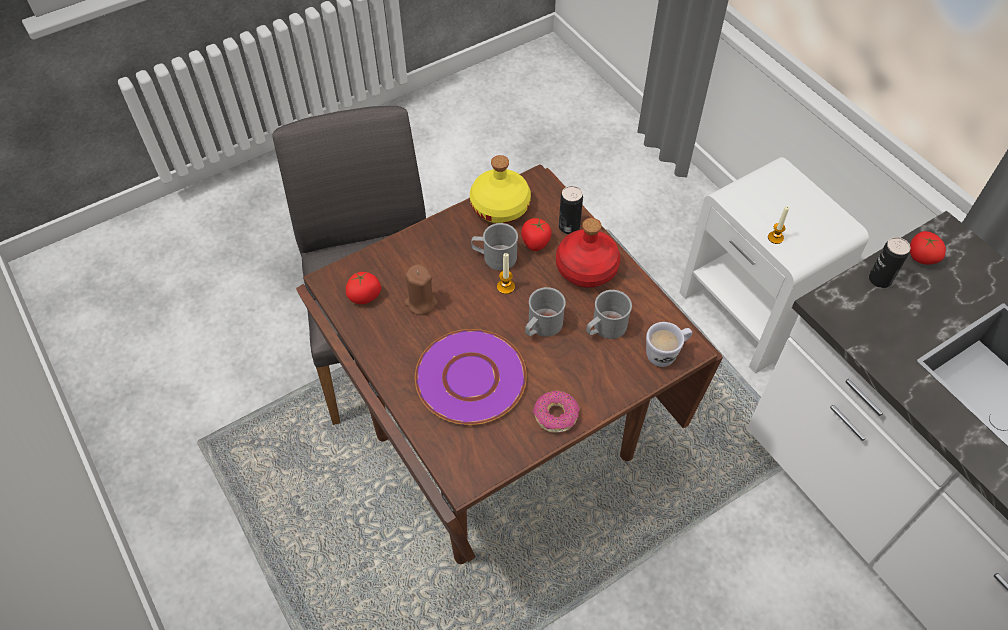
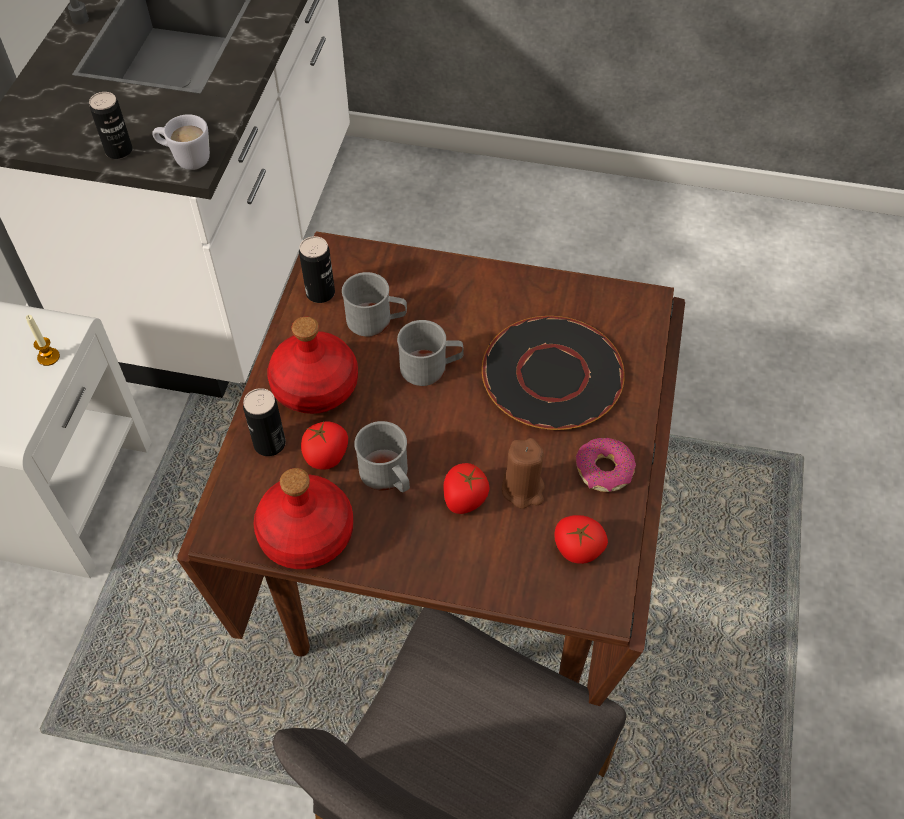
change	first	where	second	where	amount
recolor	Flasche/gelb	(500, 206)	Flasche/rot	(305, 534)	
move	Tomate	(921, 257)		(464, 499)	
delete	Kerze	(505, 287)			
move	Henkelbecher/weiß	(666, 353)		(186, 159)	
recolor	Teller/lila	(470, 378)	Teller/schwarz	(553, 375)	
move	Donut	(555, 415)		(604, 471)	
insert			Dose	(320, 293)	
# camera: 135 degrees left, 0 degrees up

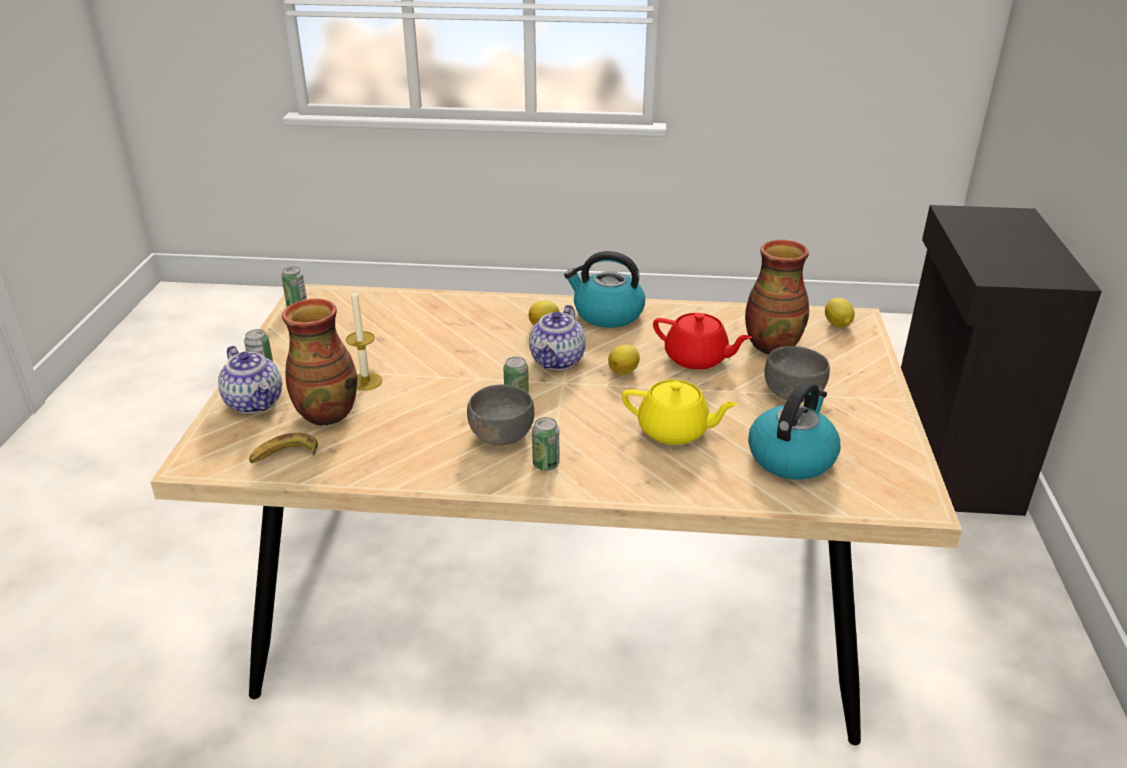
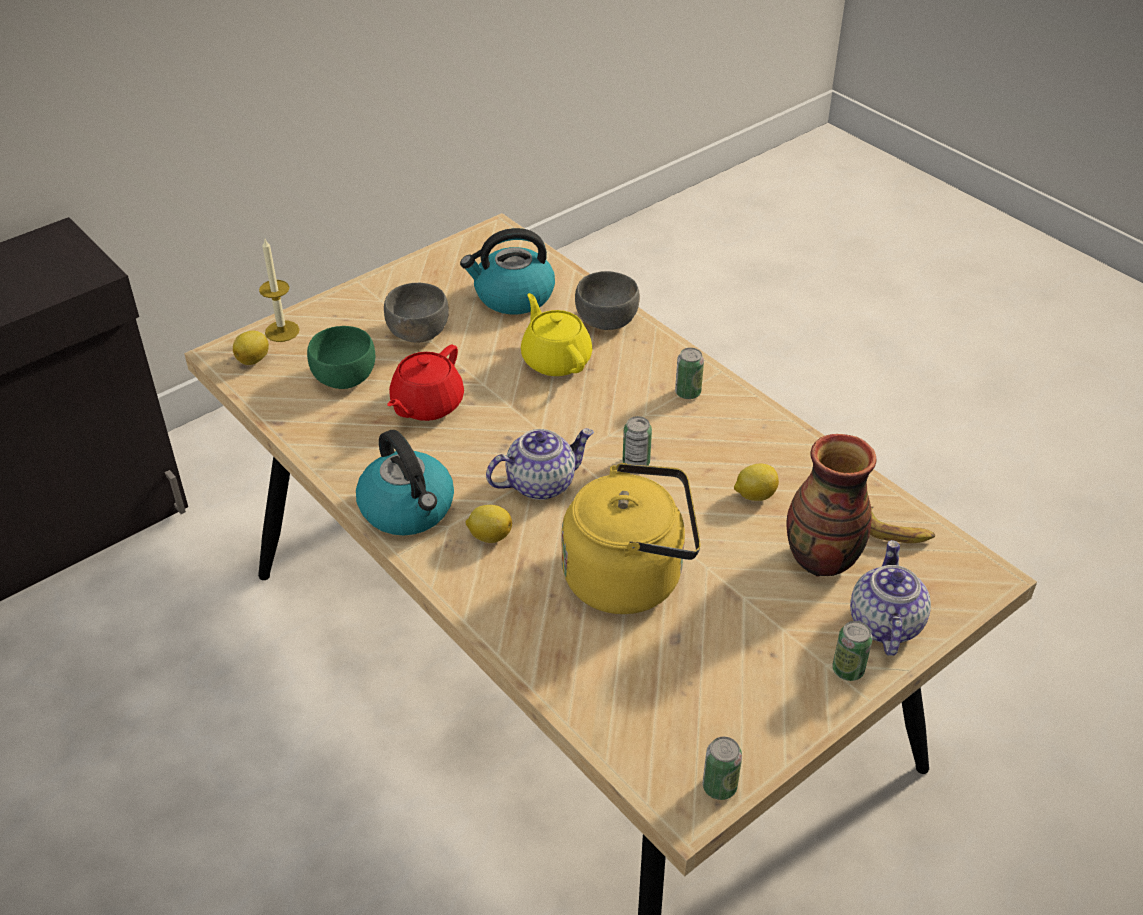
change	first	where	second	where	amount
replace	Vase	(771, 345)	Schüssel/grün	(344, 377)	
move	Kerze	(365, 381)		(282, 331)	
rotate	Teekanne/rot	(697, 359)		(426, 405)	135 degrees counterclockwise
move	Zitrone	(624, 371)		(754, 495)	
move	Schüssel/grau	(501, 435)		(607, 320)	
insert			Wasserkessel/gelb	(630, 577)	
# camera: 135 degrees left, 10 degrees up

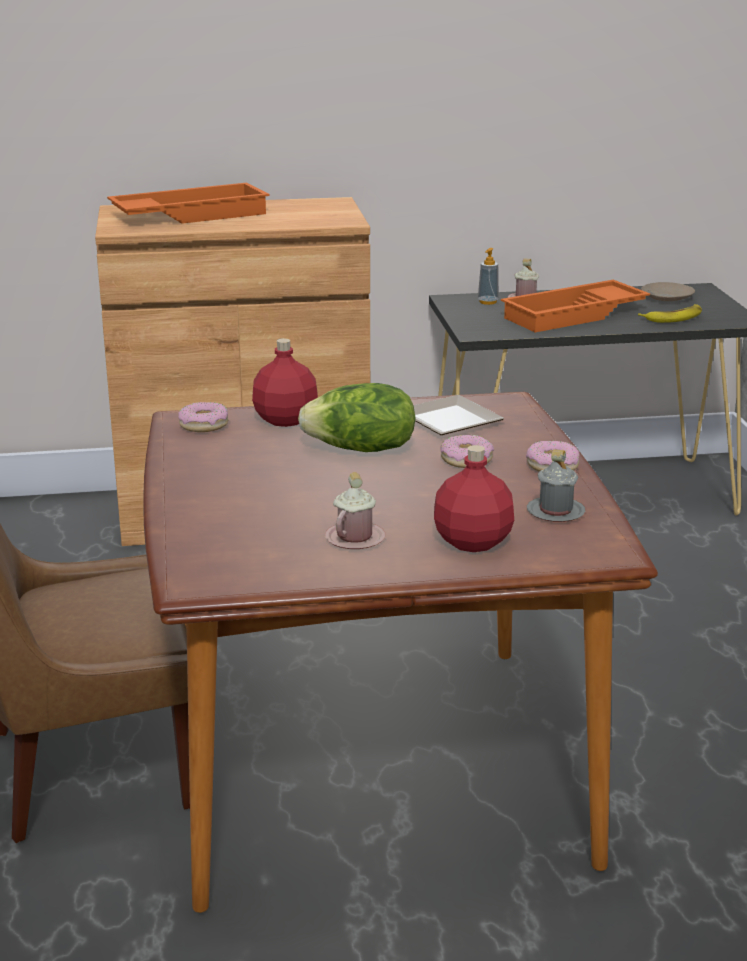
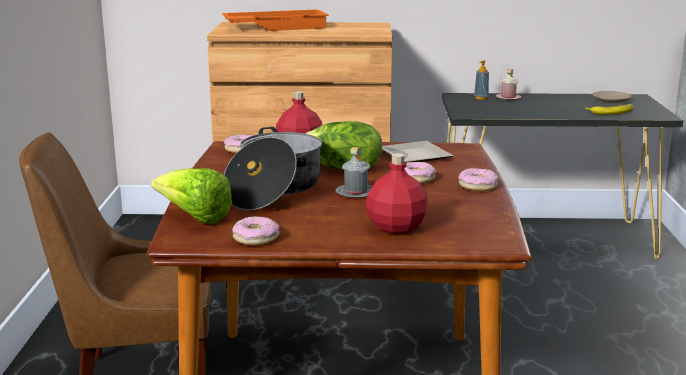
change	first	where	second	where	amount
delete	Tablett/orange	(574, 315)			
move	Henkelbecher/grau	(555, 512)		(356, 193)	
delete	Henkelbecher/rosa	(355, 538)			
insert			Kochtopf	(274, 190)	
insert			Salatkopf	(195, 218)	
insert			Donut	(256, 238)	
# camera: 10 degrees right, 5 degrees down

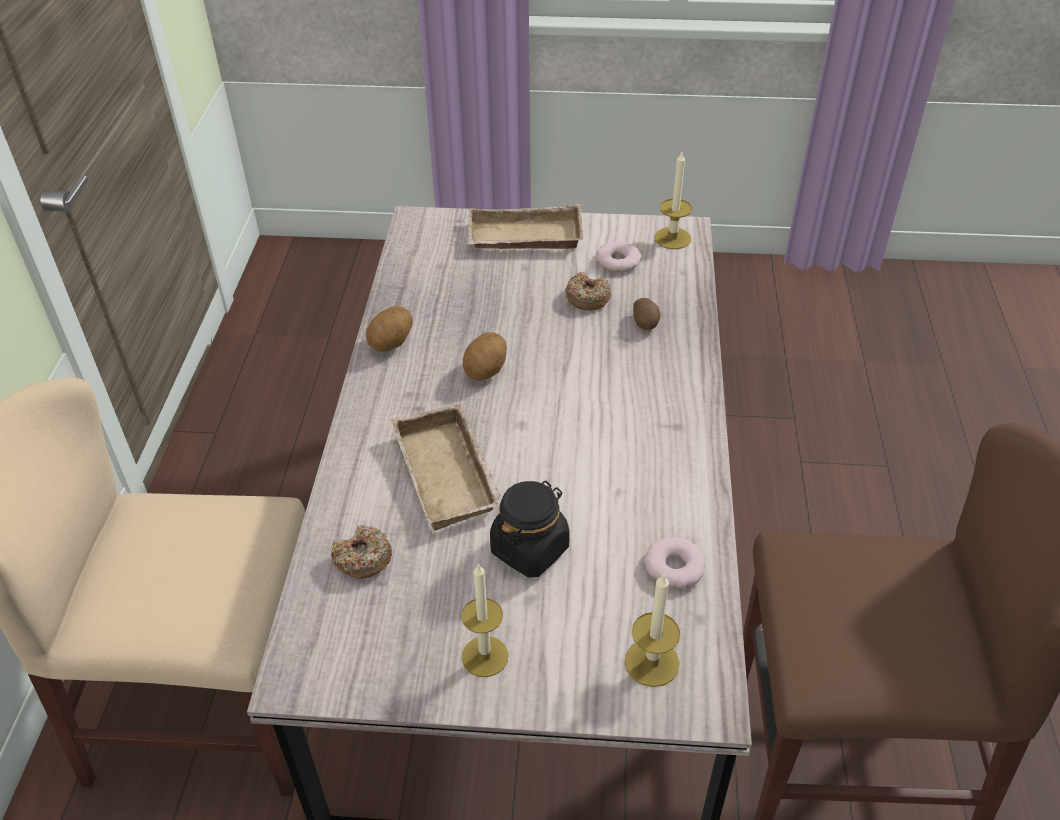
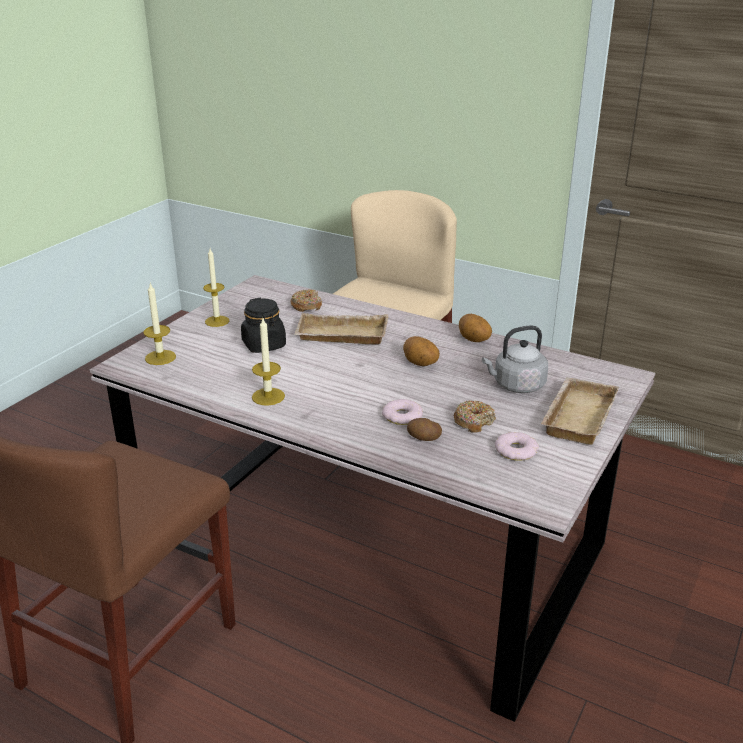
change	first	where	second	where	amount
move	Kerze	(672, 238)		(268, 396)	
move	Donut	(674, 567)		(402, 416)	
insert			Wasserkessel/grau	(516, 385)	
# camera: 115 degrees right, 15 degrees down

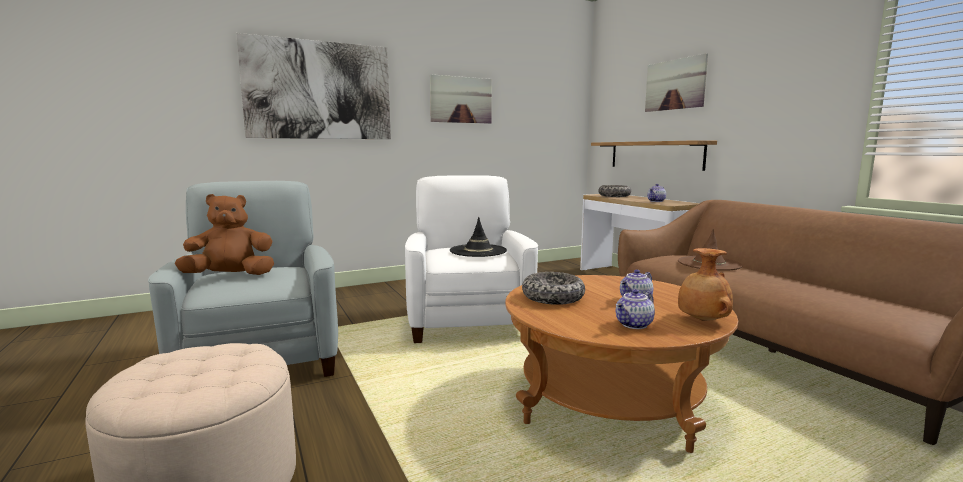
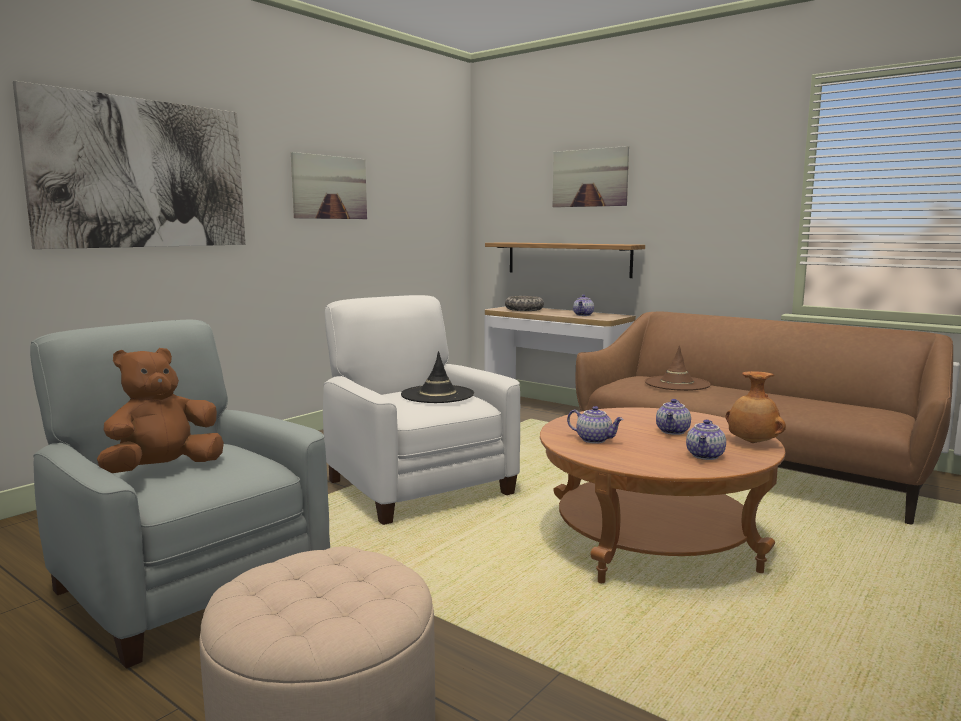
change	first	where	second	where	amount
replace	Schüssel	(553, 297)	Teekanne	(594, 440)	
# camera: 25 degrees left, 0 degrees up

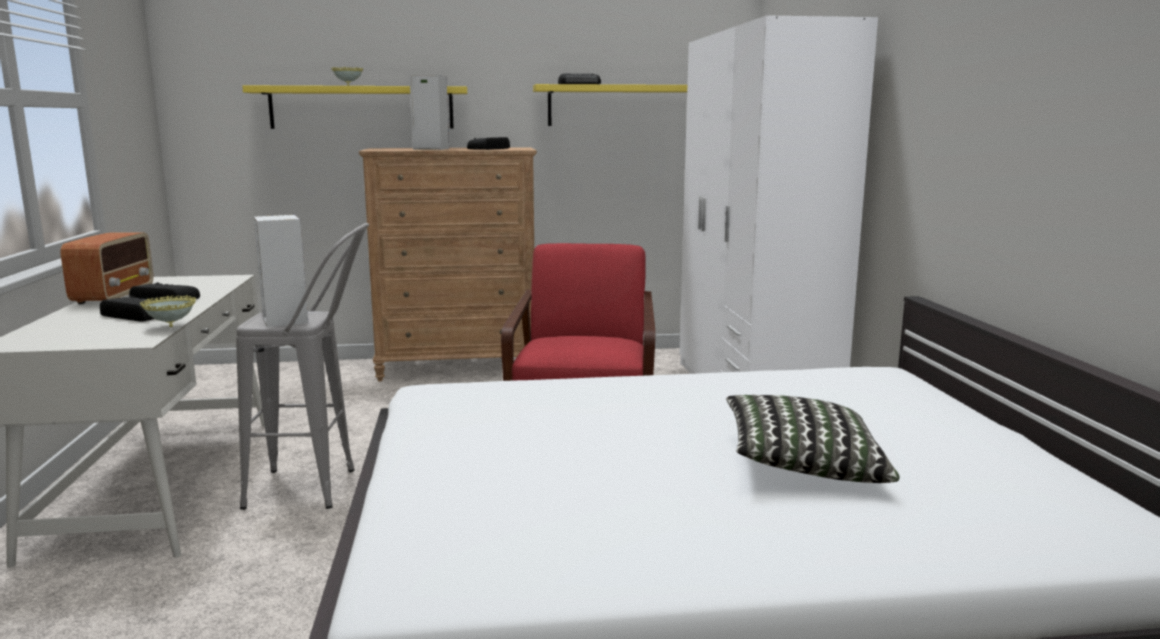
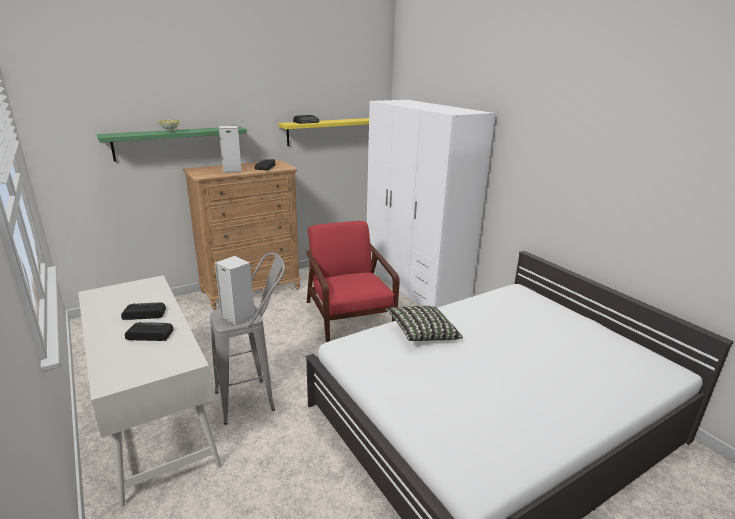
change	first	where	second	where	amount
recolor	Wandregal/gelb	(362, 108)	Wandregal/grün	(175, 143)	
delete	Radio	(114, 295)			
delete	Schüssel	(171, 327)			
move	Kissen	(802, 465)		(422, 334)	
# camera: 25 degrees left, 10 degrees up

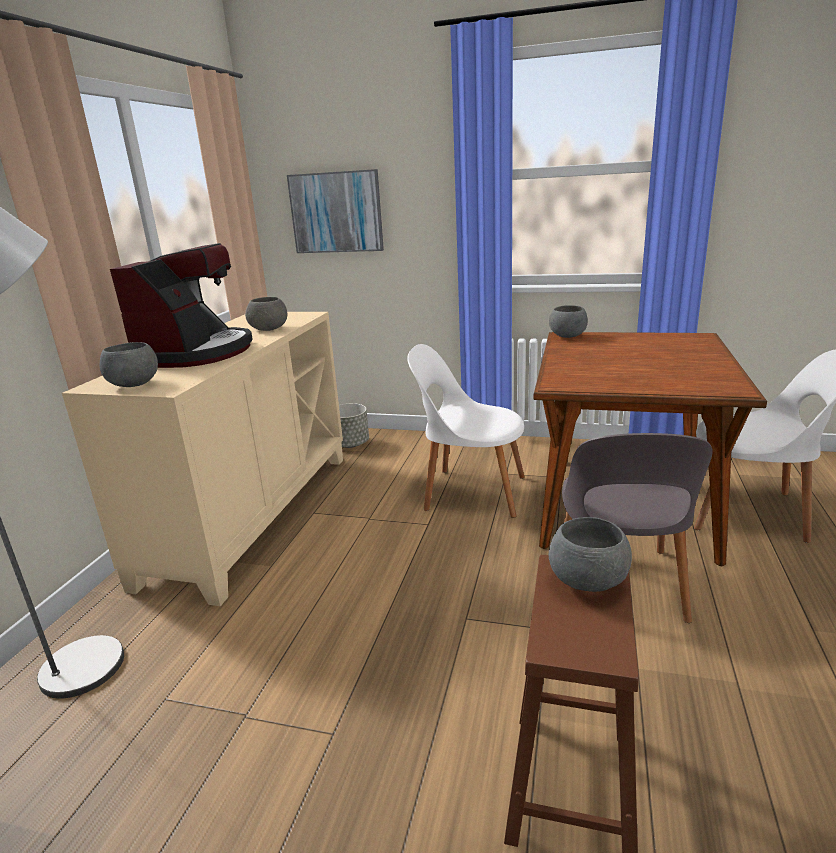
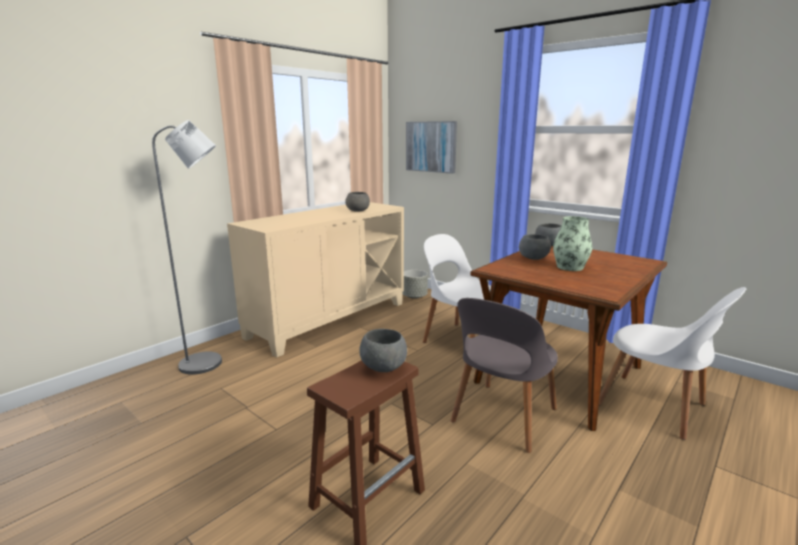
change	first	where	second	where	amount
delete	Kaffeemaschine	(196, 353)			
move	Schüssel/grau	(134, 385)		(533, 259)	
insert			Vase	(570, 267)	
# camera: 25 degrees right, 5 degrees down

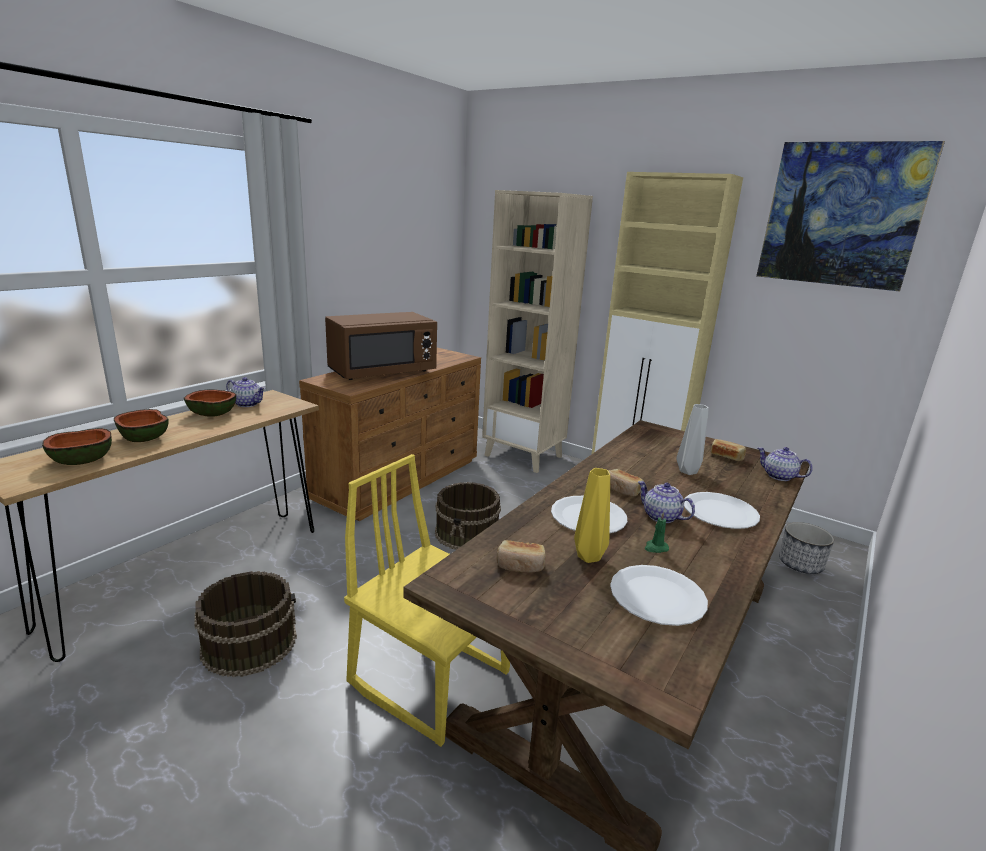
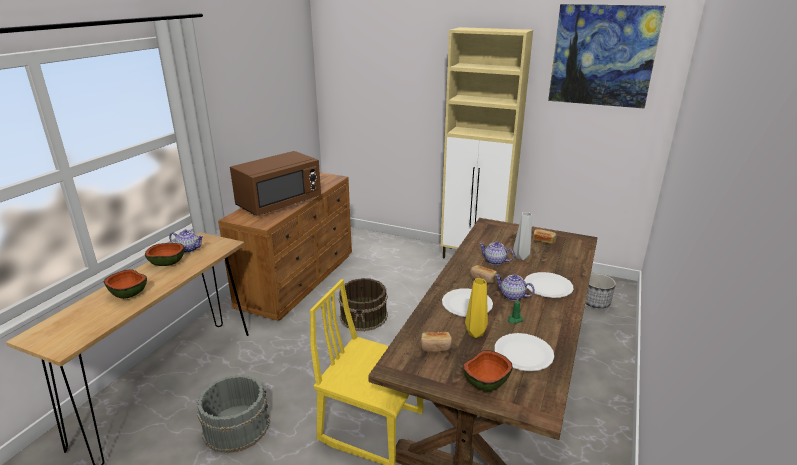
change	first	where	second	where	amount
delete	Bücherregal/beige	(524, 456)			
move	Schüssel	(83, 460)		(486, 381)	
move	Teekanne	(778, 476)		(494, 261)	
recolor	Eimer/braun	(249, 642)	Eimer/grau	(236, 426)	
# camera: 10 degrees left, 5 degrees up

